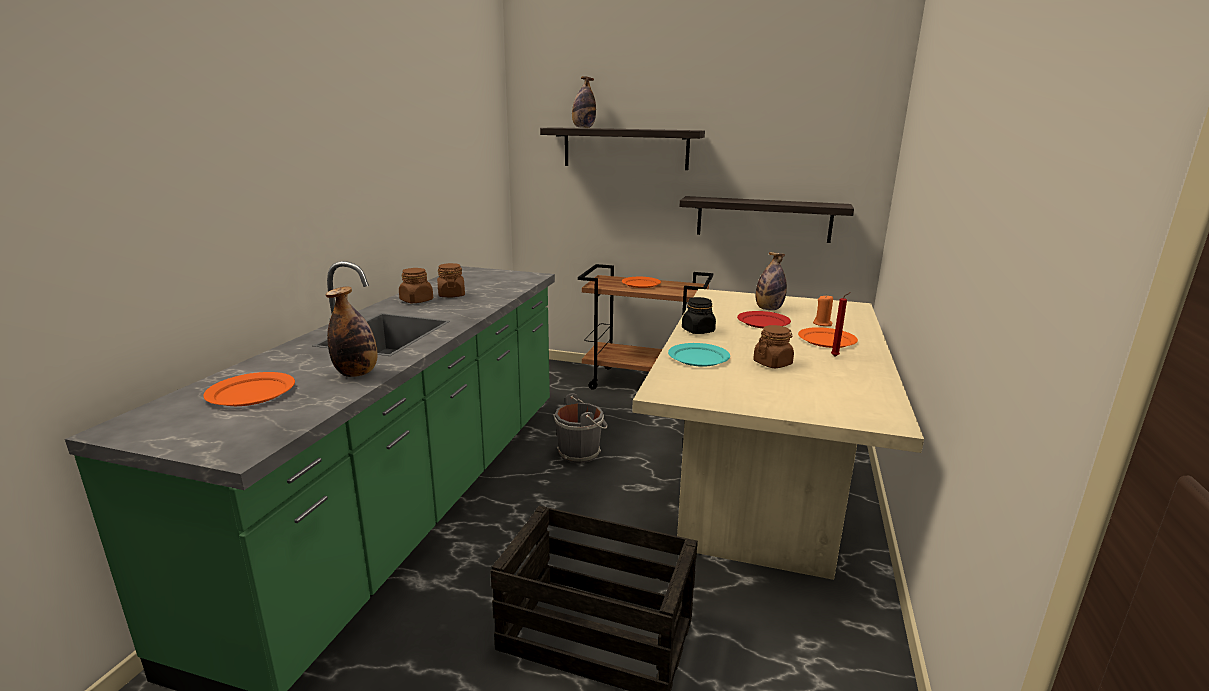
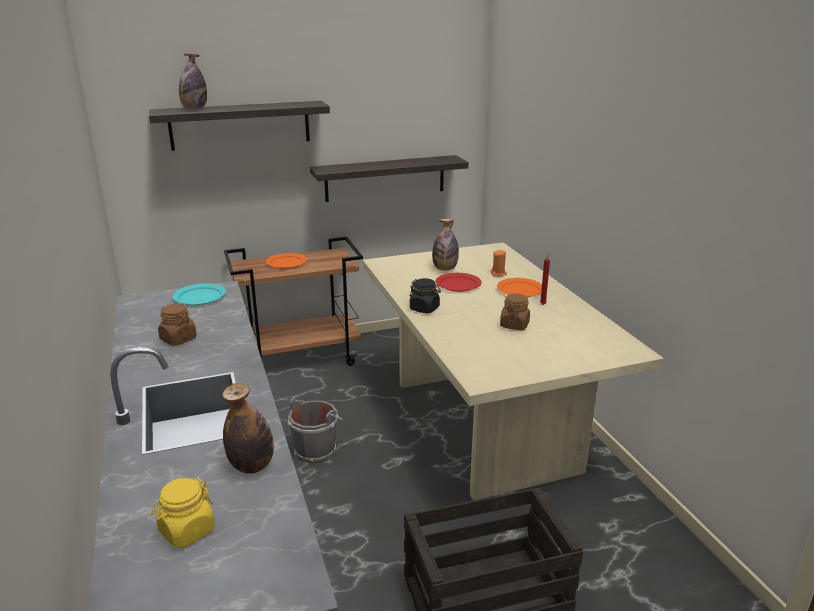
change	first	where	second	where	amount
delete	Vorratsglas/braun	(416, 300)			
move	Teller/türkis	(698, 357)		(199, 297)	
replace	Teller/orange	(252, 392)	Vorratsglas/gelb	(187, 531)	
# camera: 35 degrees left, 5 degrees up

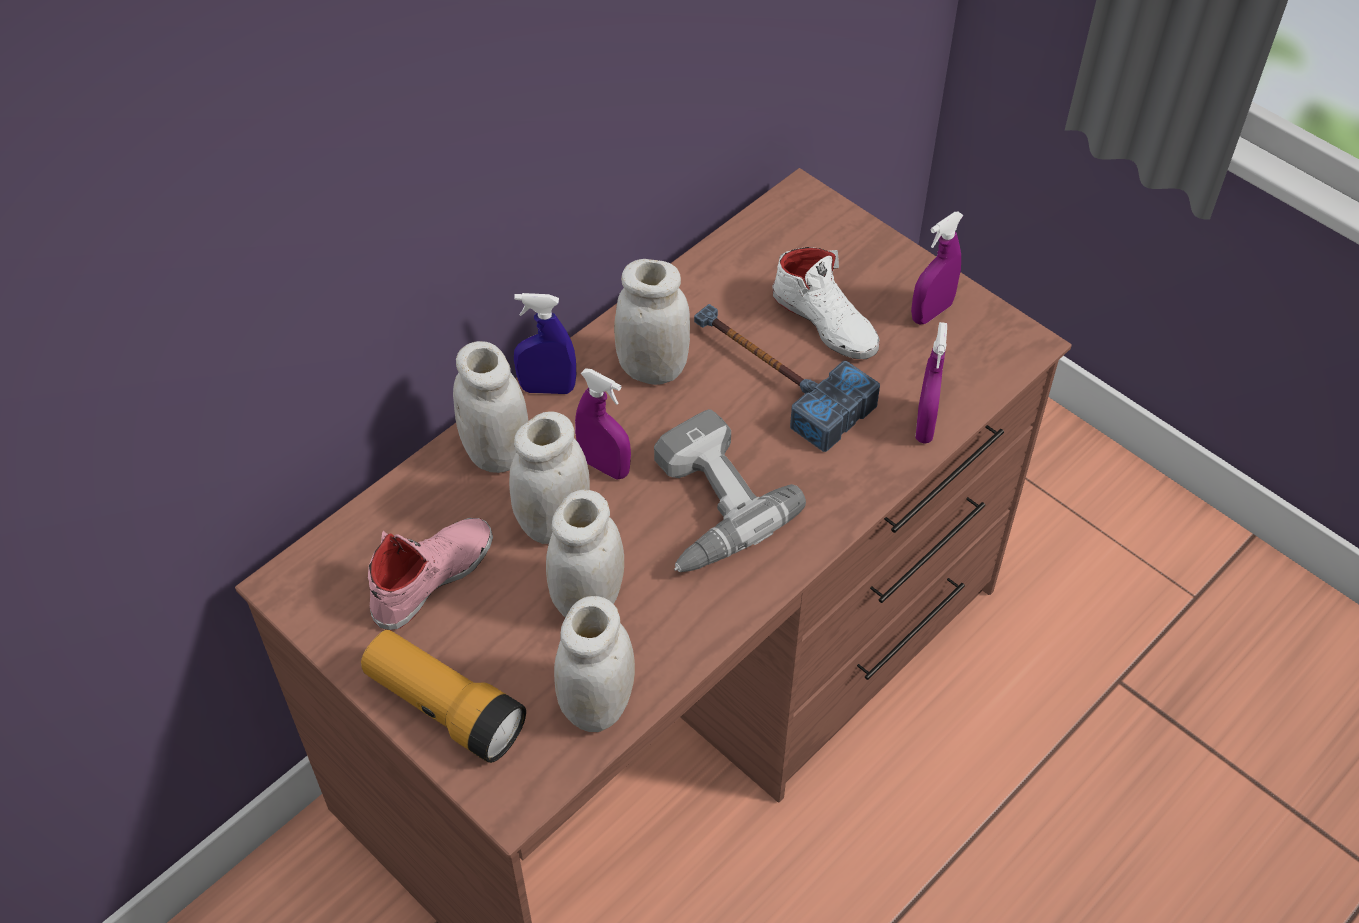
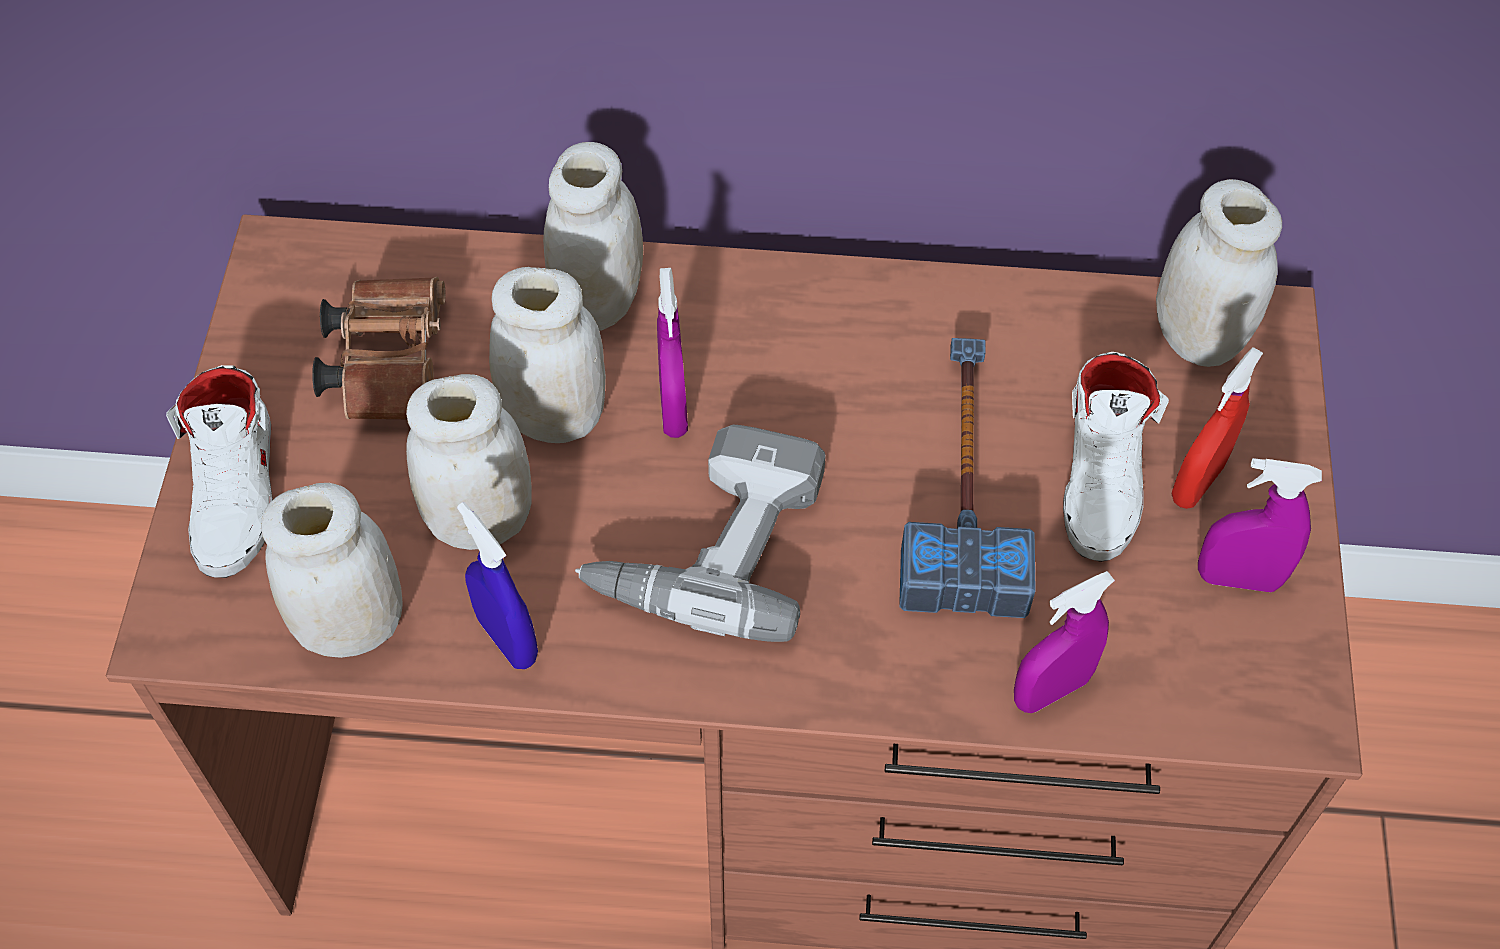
change	first	where	second	where	amount
move	Vorratsglas/weiß	(652, 368)		(1197, 337)	
move	Sprühflasche/blau	(547, 388)		(507, 639)	
replace	Schuh/rosa	(432, 576)	Fernglas/braun	(390, 361)	
replace	Taschenlampe	(445, 708)	Schuh/weiß	(238, 490)	
insert			Sprühflasche/rot	(1197, 482)	
# camera: 50 degrees right, 5 degrees up

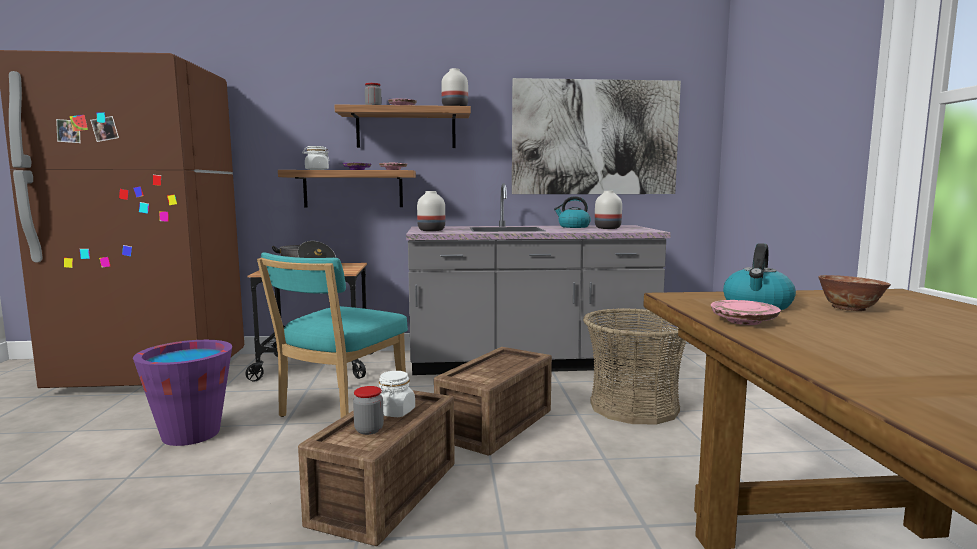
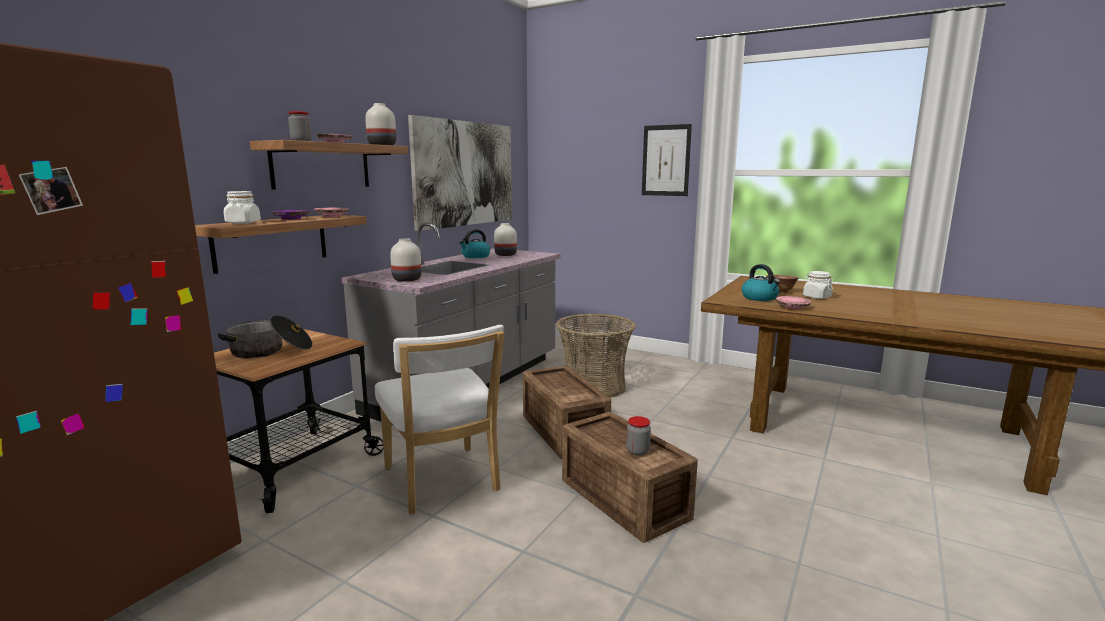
change	first	where	second	where	amount
recolor	Stuhl/türkis	(339, 410)	Stuhl/weiß	(443, 482)	
delete	Eimer/lila	(191, 434)			
move	Vorratsglas/weiß	(395, 412)		(816, 297)	
insert			Bild	(666, 160)	
# camera: 55 degrees left, 5 degrees up

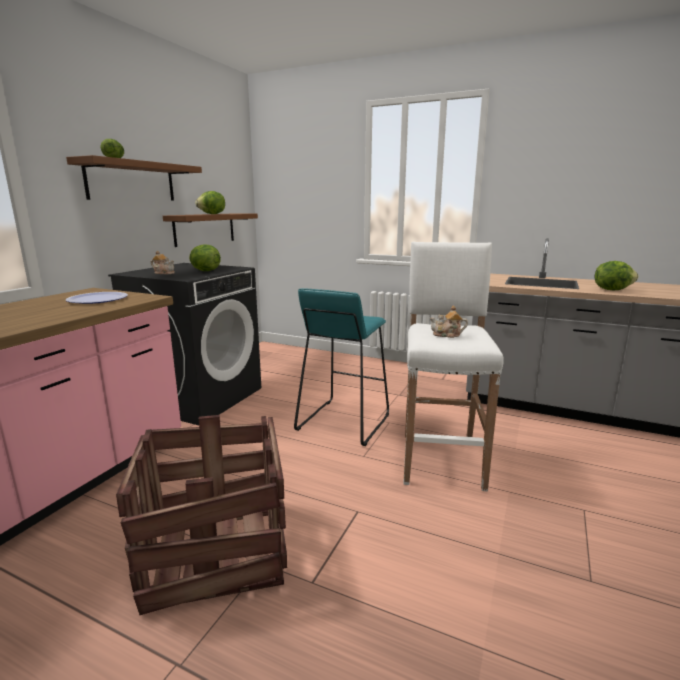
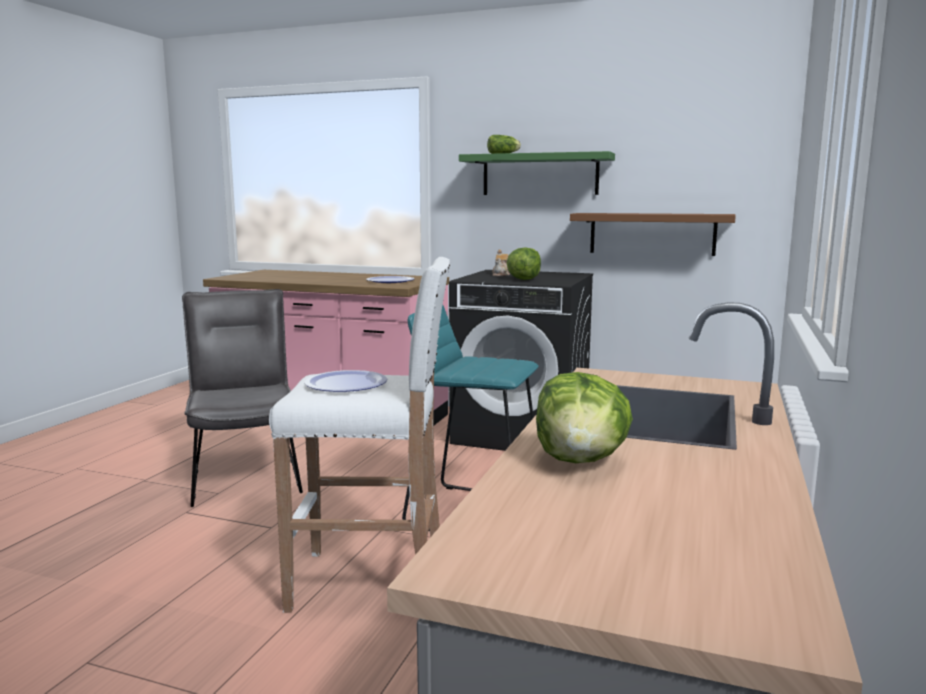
change	first	where	second	where	amount
recolor	Wandregal/braun	(131, 181)	Wandregal/grün	(540, 175)	
delete	Salatkopf	(212, 214)			
replace	Teekanne	(447, 335)	Teller	(346, 384)	
replace	Kiste	(215, 547)	Stuhl/grau	(246, 475)	
# camera: 85 degrees right, 5 degrees down

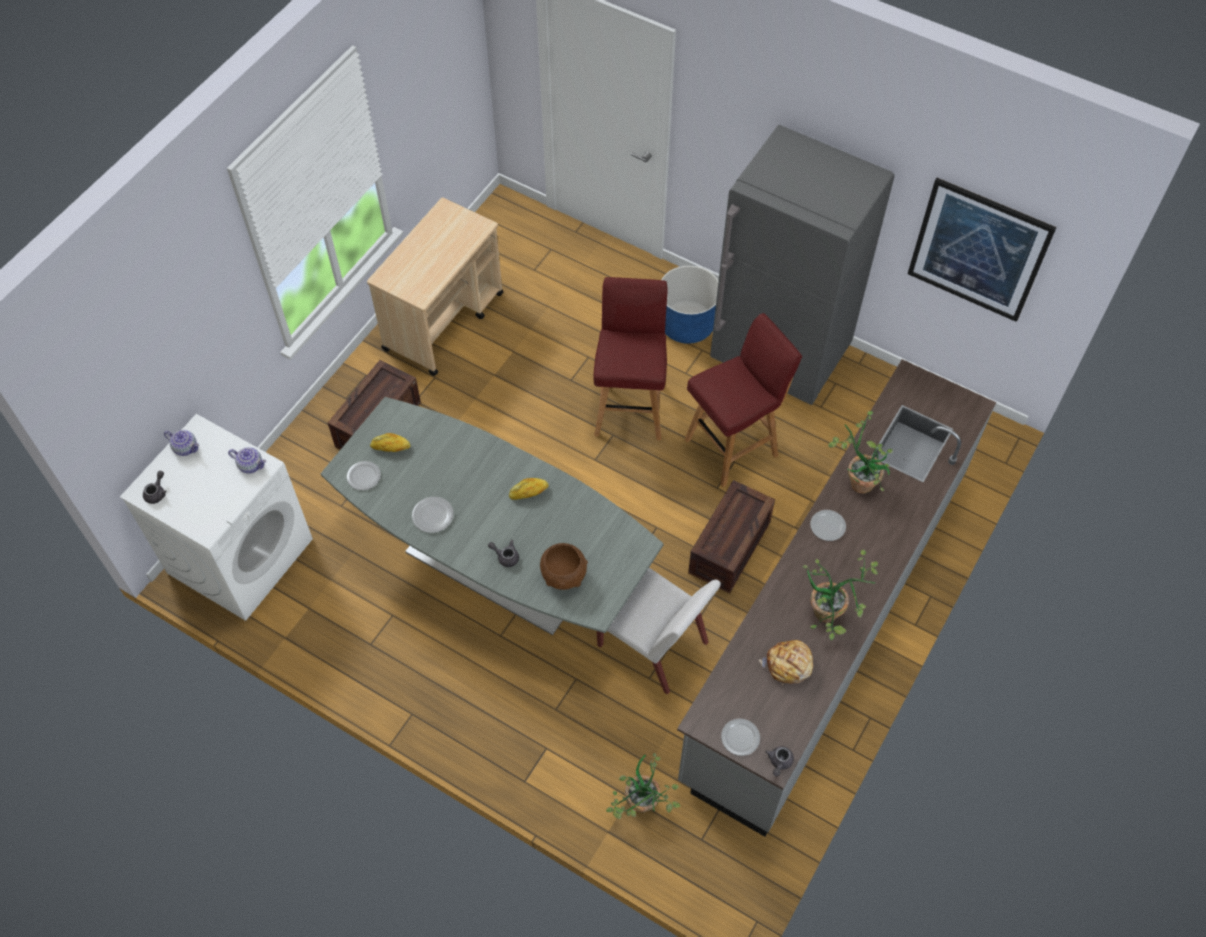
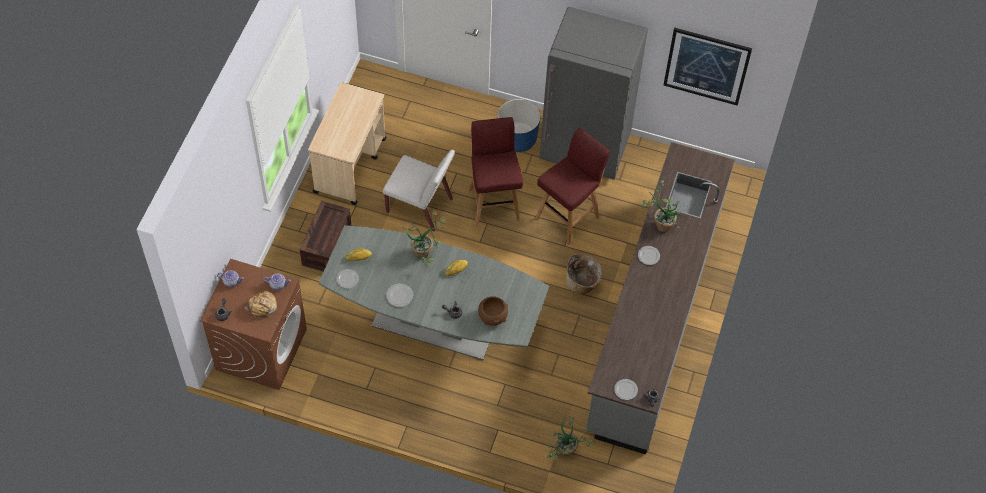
change	first	where	second	where	amount
recolor	Waschmaschine/weiß	(240, 555)	Waschmaschine/braun	(261, 349)	
replace	Kiste	(730, 549)	Korb	(582, 284)	
move	Topfpflanze	(831, 616)		(426, 254)	
move	Stuhl/weiß	(654, 645)		(420, 206)	
move	Brot	(788, 665)		(263, 307)	
# camera: 15 degrees left, 0 degrees up

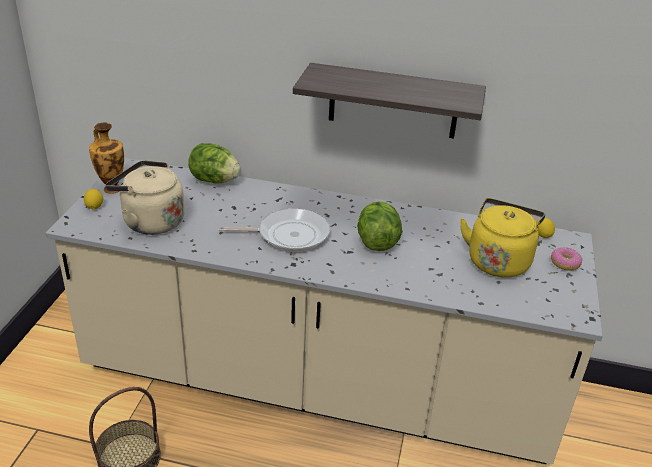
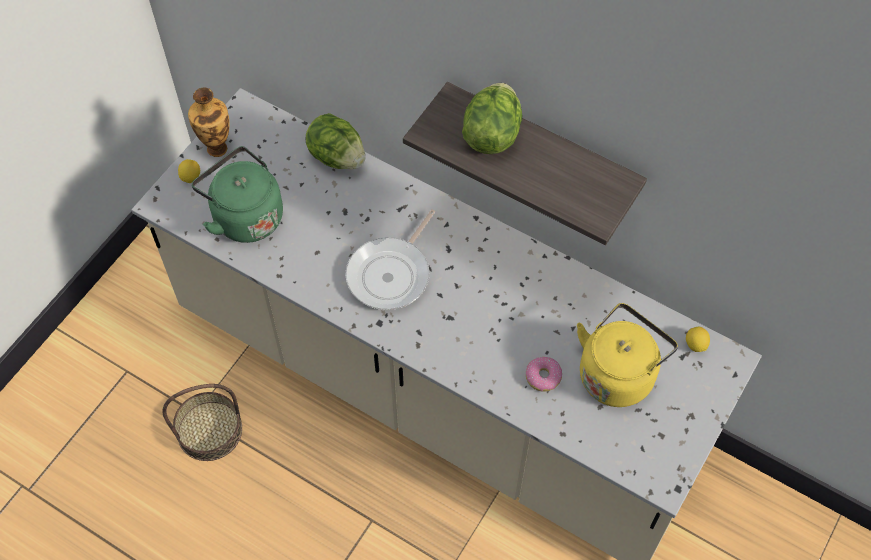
change	first	where	second	where	amount
recolor	Wasserkessel/beige	(150, 221)	Wasserkessel/grün	(245, 216)	
move	Salatkopf	(377, 242)		(491, 135)	
rotate	Pfanne	(289, 235)		(391, 274)	105 degrees clockwise
move	Donut	(565, 263)		(543, 377)	
# camera: 20 degrees right, 25 degrees up

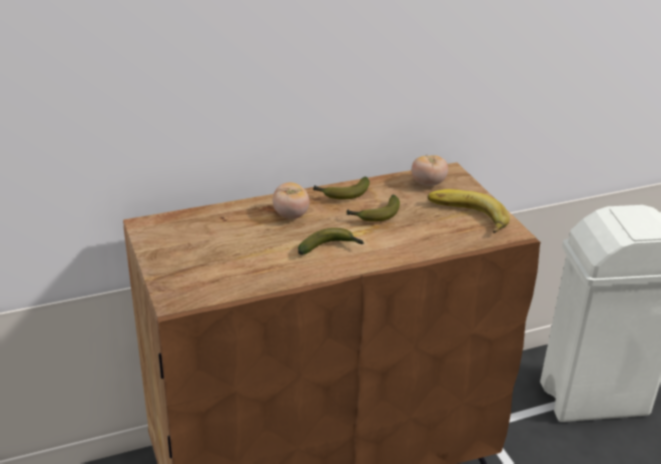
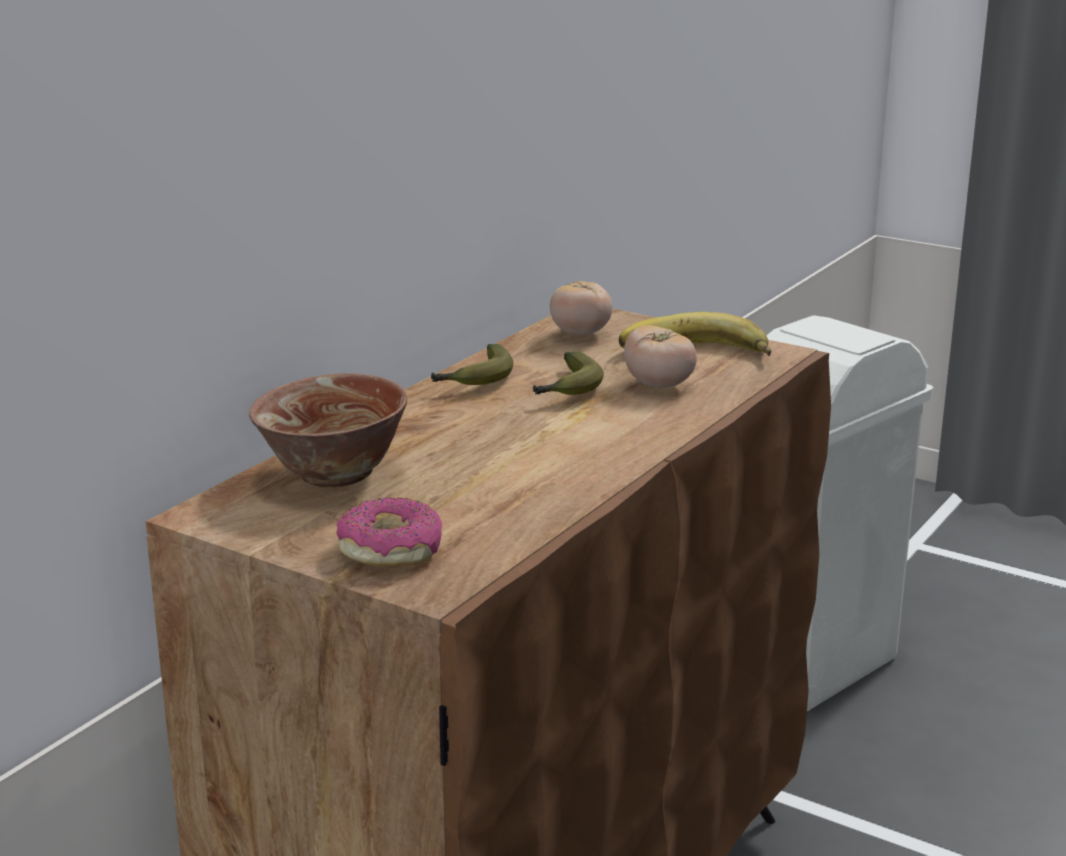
change	first	where	second	where	amount
move	Tomate	(291, 215)		(658, 385)	
delete	Banane	(331, 248)			
insert			Schüssel	(333, 474)	
insert			Donut	(390, 549)	
# camera: 35 degrees left, 10 degrees down

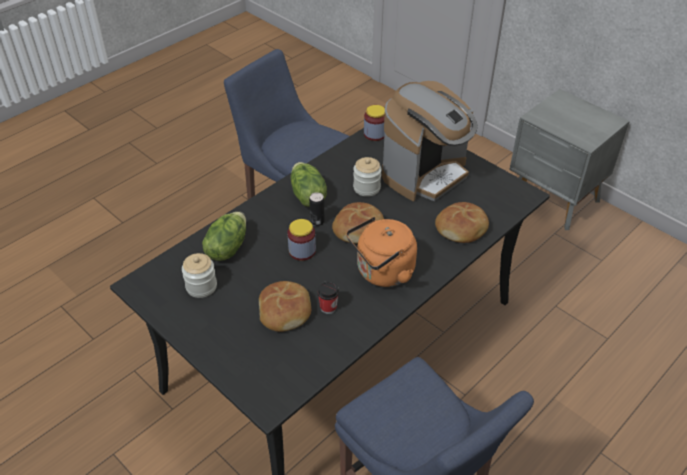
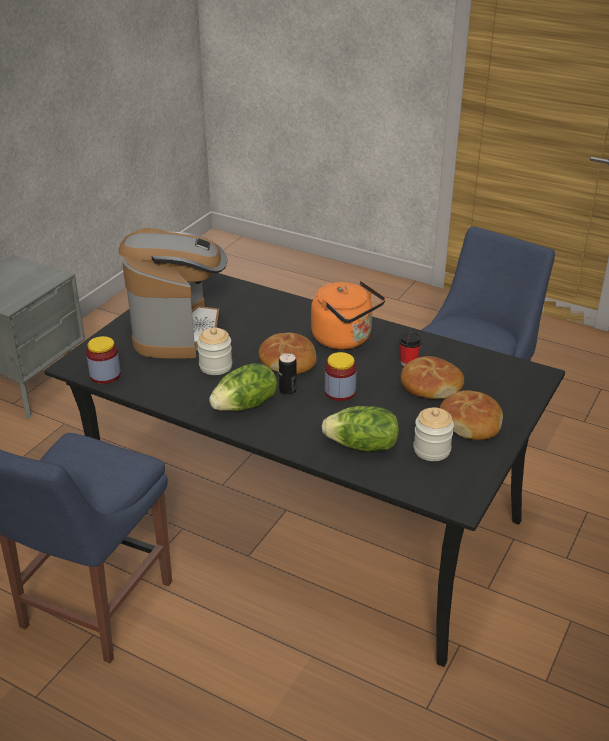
change	first	where	second	where	amount
rotate	Kaffeemaschine	(425, 174)		(178, 332)	60 degrees clockwise
move	Brot	(462, 228)		(470, 423)	
# camera: 105 degrees left, 10 degrees down

